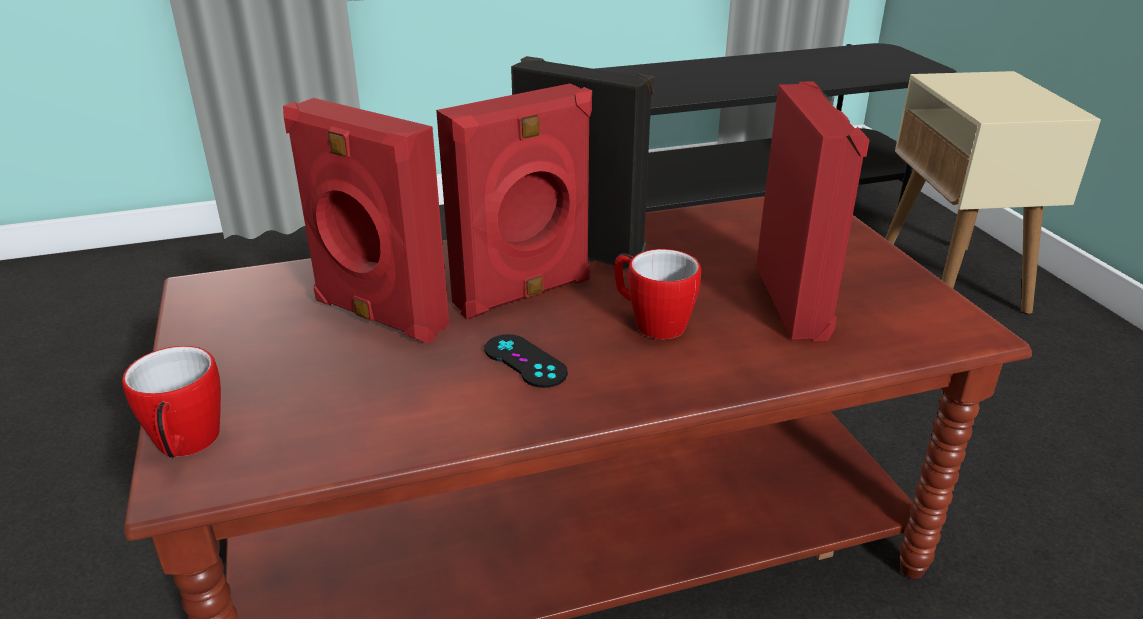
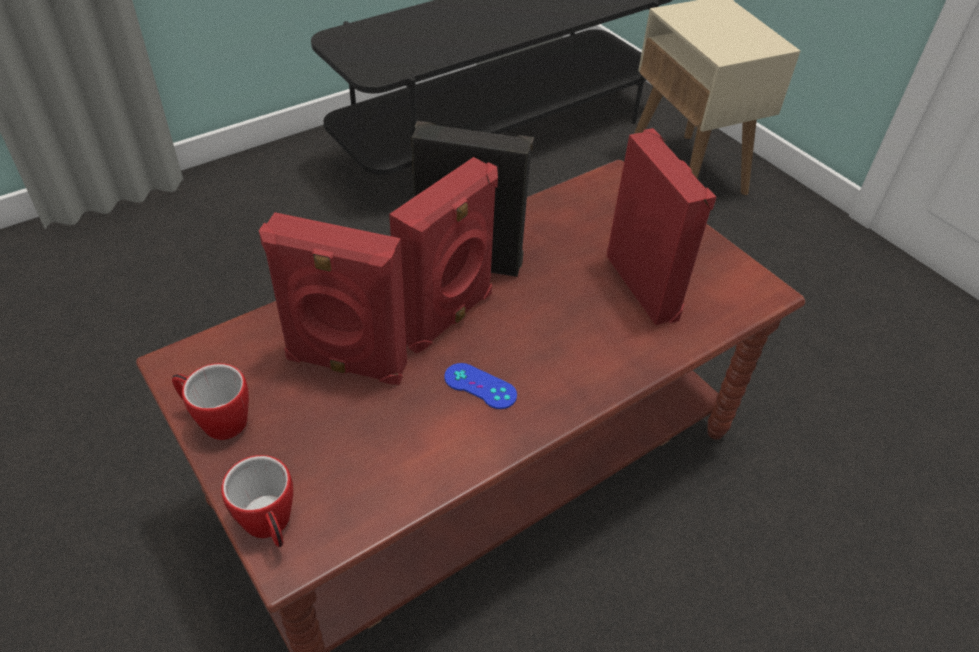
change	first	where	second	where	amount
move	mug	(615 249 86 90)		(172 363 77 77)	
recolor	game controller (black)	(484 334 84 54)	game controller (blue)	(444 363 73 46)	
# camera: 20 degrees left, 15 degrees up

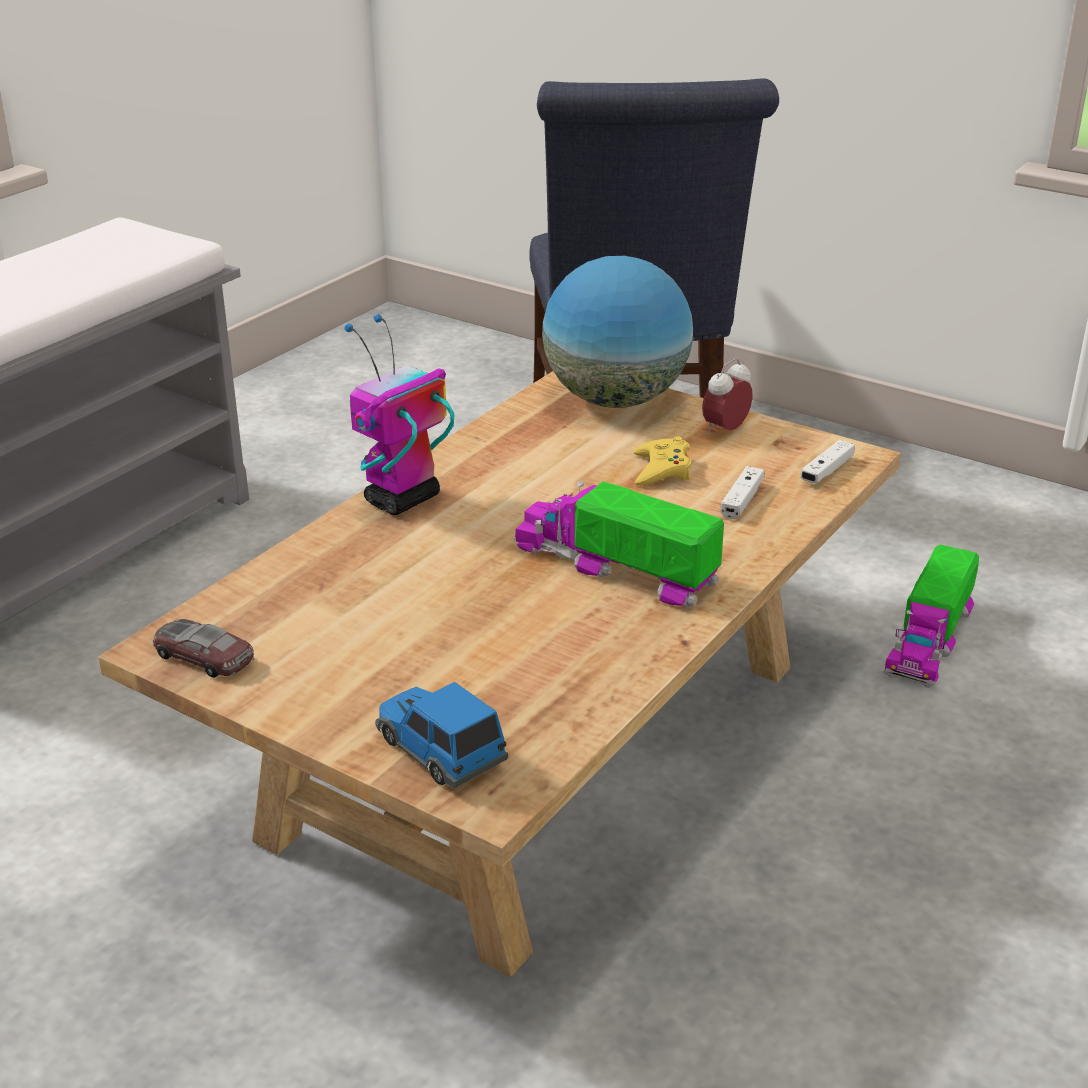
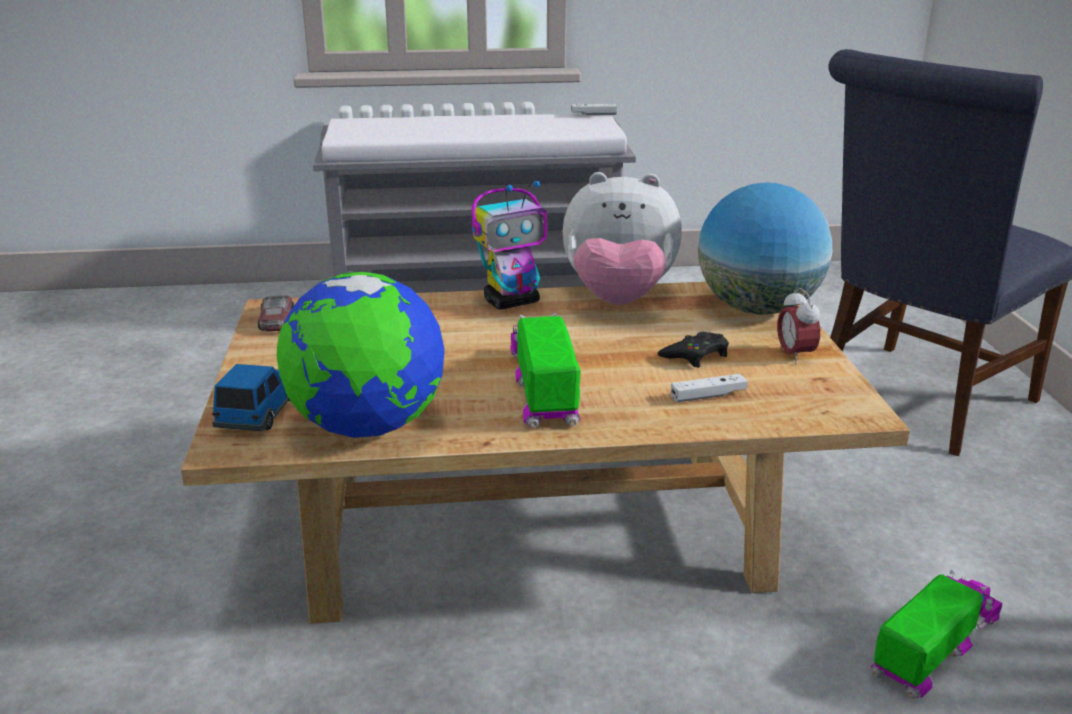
change	first	where	second	where	amount
rotate	toy robot	(344 314 110 201)		(472 180 75 130)	150 degrees clockwise
rotate	alarm clock	(702 358 51 77)		(777 288 43 76)	105 degrees counterclockwise
recolor	game controller (yellow)	(634 436 57 50)	game controller (black)	(658 332 71 36)	
move	game controller (white)	(800 440 55 43)		(571 104 46 11)	
rotate	toy truck	(883 544 96 144)		(871 570 131 129)	150 degrees clockwise
insert			plush toy	(563 172 119 133)	
insert			globe	(277 272 168 166)	
# camera: 50 degrees right, 5 degrees down

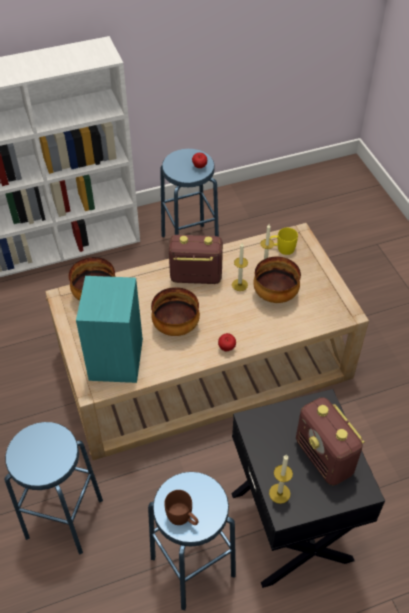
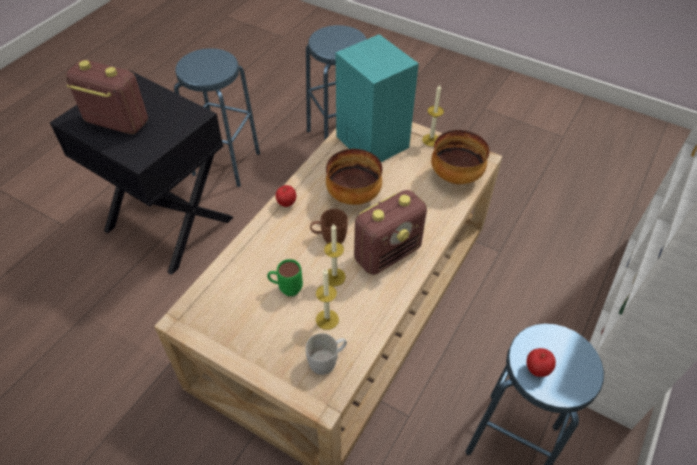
change	first	where	second	where	amount
recolor	mug (yellow)	(270 228 28 27)	mug (white)	(306 333 41 42)	
replace	bowl	(253 257 48 46)	mug (green)	(267 259 36 37)	
move	candle	(269 454 24 50)		(422 85 22 62)	
move	mug (brown)	(164 490 35 35)		(310 209 38 35)	
# camera: 140 degrees right, 0 degrees up

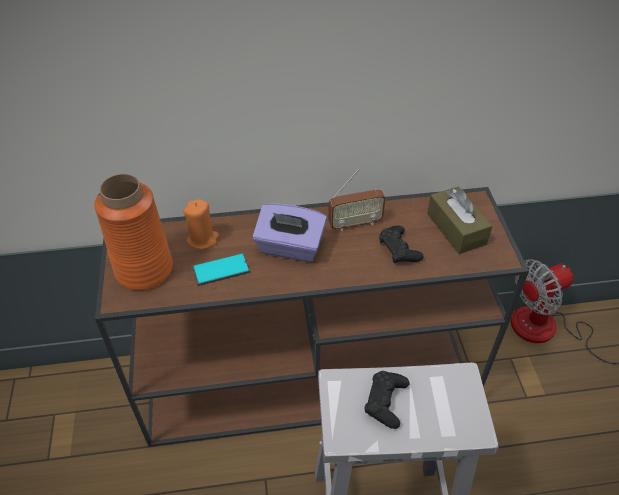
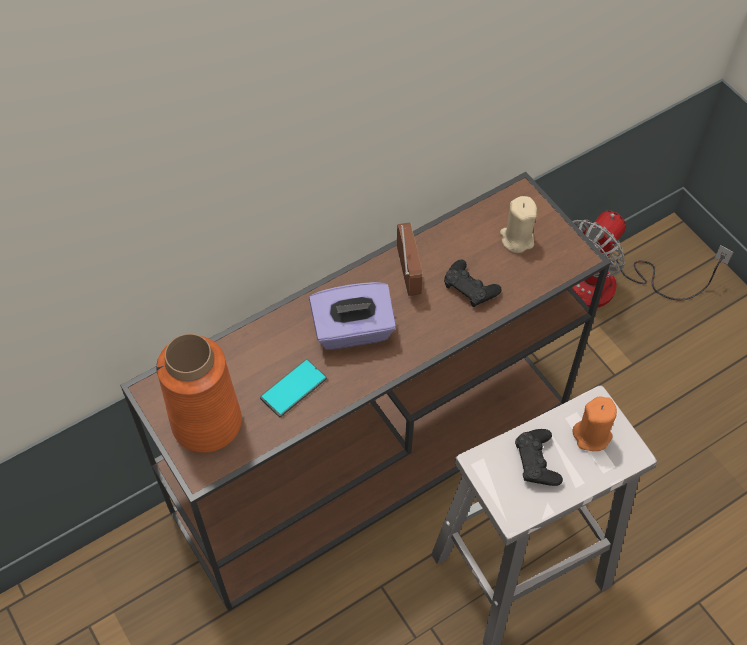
change	first	where	second	where	amount
rotate	radio	(328 169 58 62)		(397 223 26 73)	60 degrees counterclockwise
replace	tissue box (brown)	(427 186 65 68)	candle (beige)	(500 196 37 57)	
move	candle (orange)	(183 199 36 50)		(572 396 45 55)	
# camera: 25 degrees left, 10 degrees up

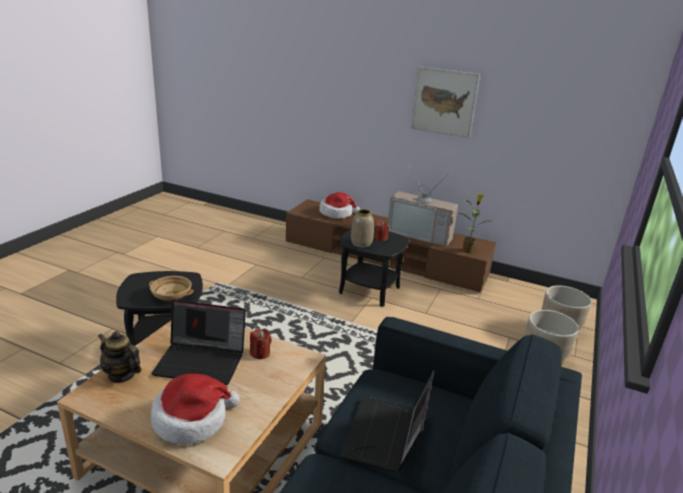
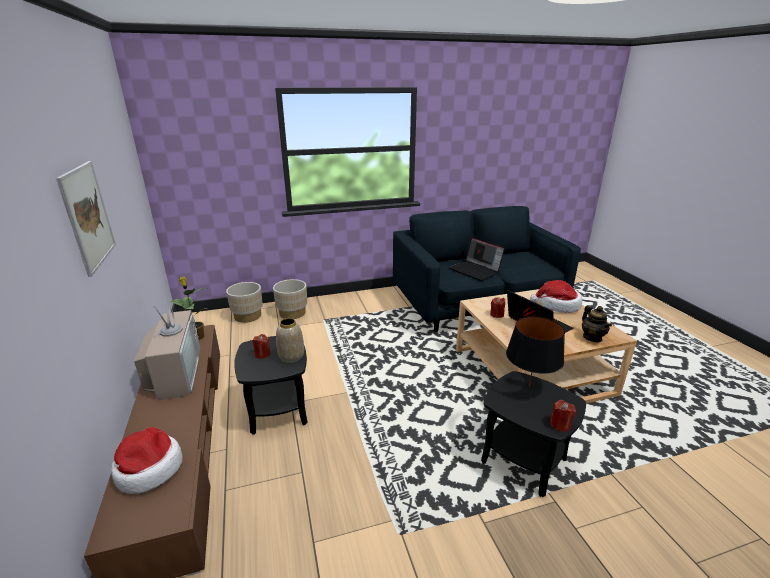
change	first	where	second	where	amount
replace	bowl (beige)	(149 276 44 25)	table lamp (black)	(506 316 59 70)	
rotate	laptop	(340 371 94 101)		(449 237 56 44)	75 degrees clockwise
insert			candle (red)	(550 400 26 32)	
# camera: 130 degrees left, 0 degrees up

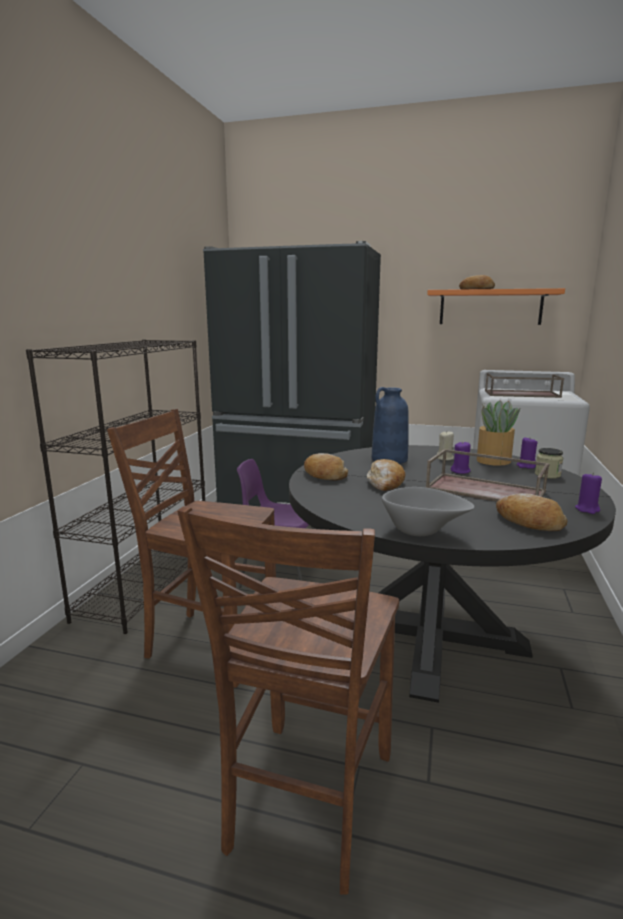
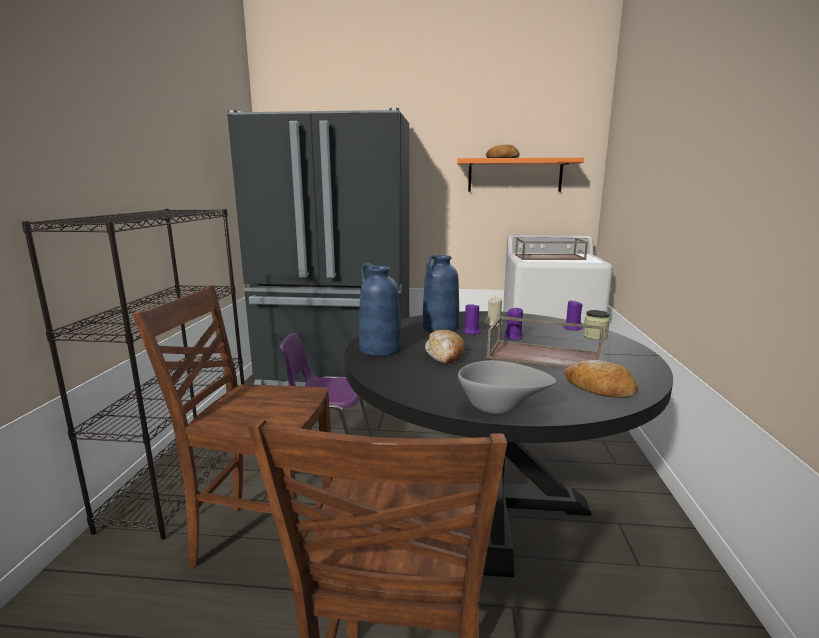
change	first	where	second	where	amount
delete	potted plant	(477 400 43 66)			
replace	bread	(304 453 44 27)	vase (blue)	(359 262 42 94)	
move	candle (purple)	(575 473 27 41)		(463 304 18 31)	
# camera: 10 degrees left, 0 degrees up

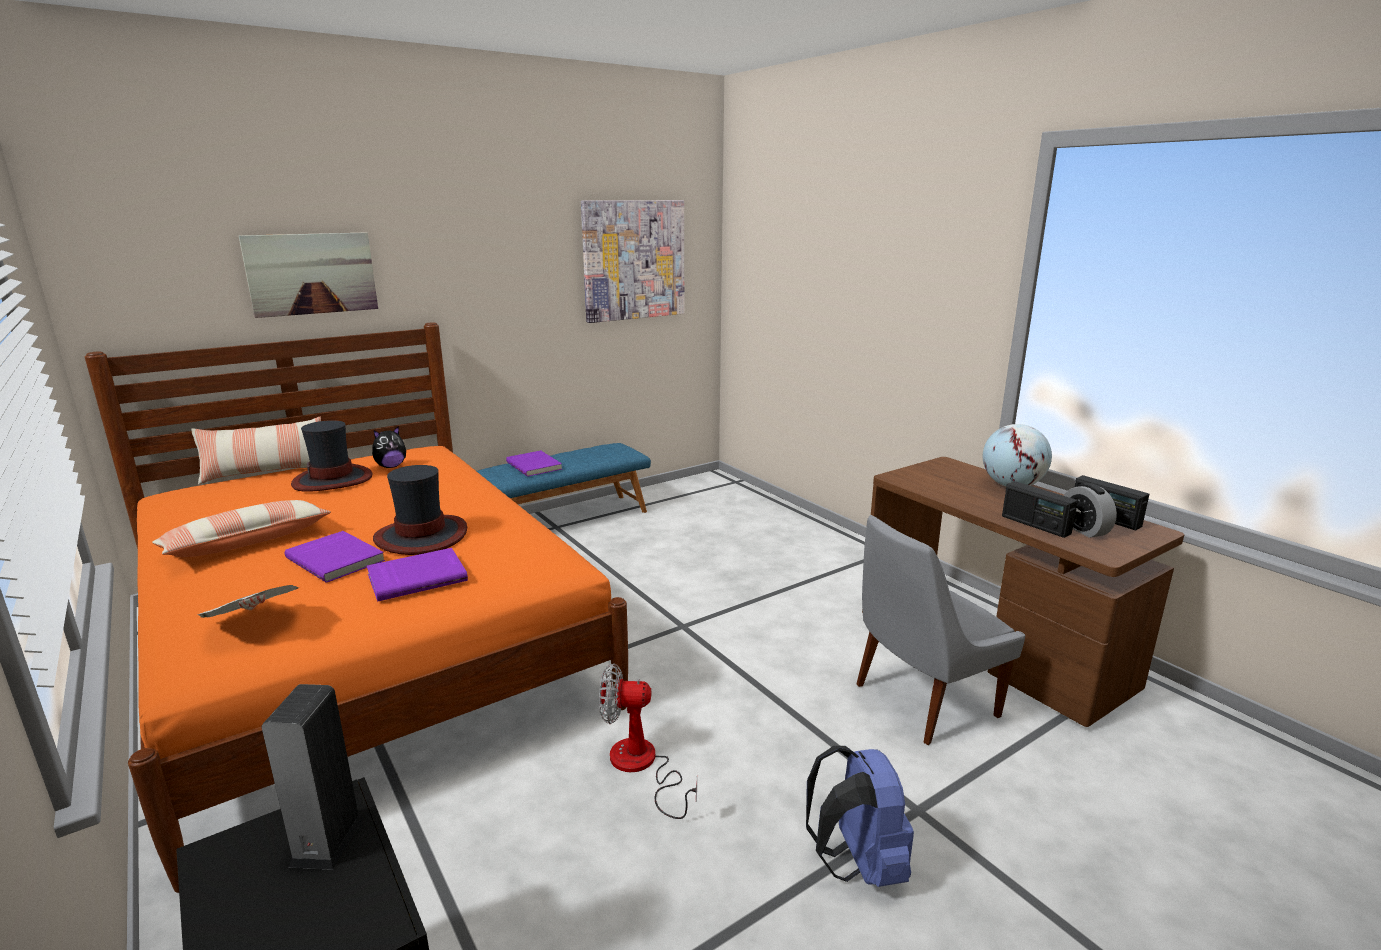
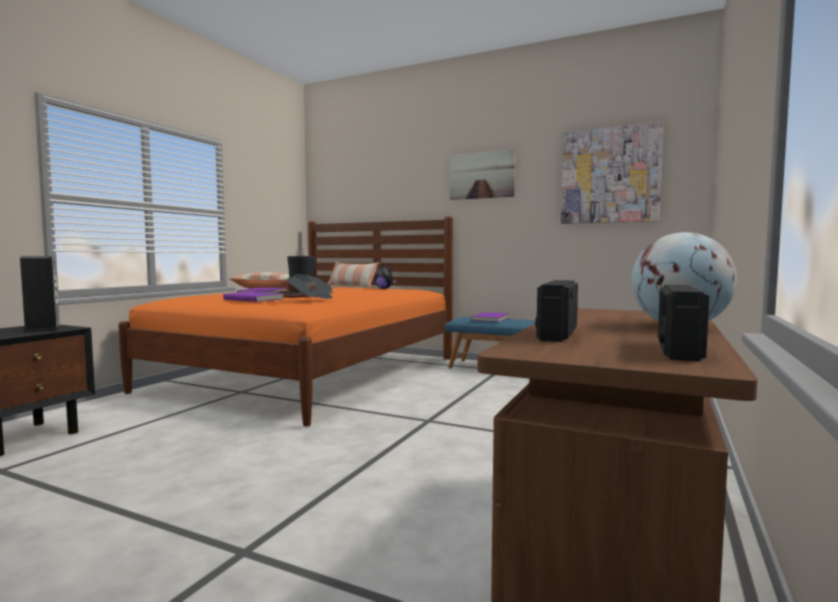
change	first	where	second	where	amount
move	picture	(239 232 139 86)		(450 149 65 51)	
delete	hat	(291 420 81 72)			
delete	alarm clock	(1064 483 53 55)			
delete	chair (grey)	(857 515 169 230)			
move	newspaper	(197 585 102 33)		(287 274 46 25)	
delete	fan	(599 663 98 156)			
delete	backpack (blue)	(806 746 108 141)			
# camera: 60 degrees right, 15 degrees down

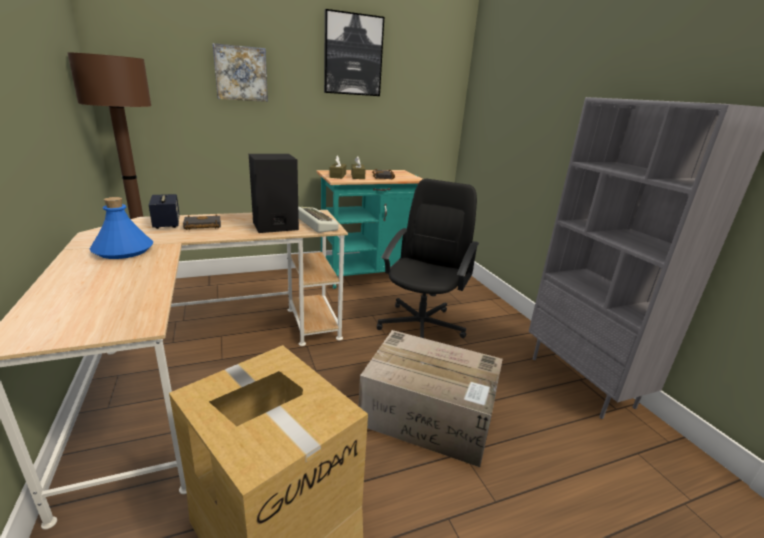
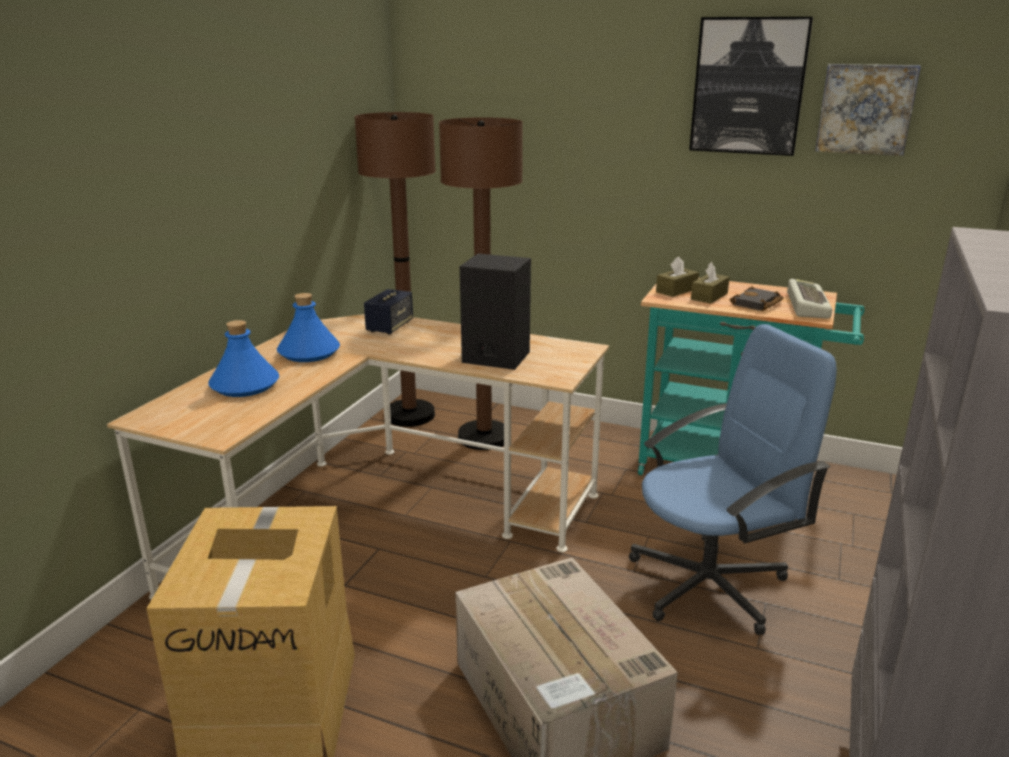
change	first	where	second	where	amount
move	picture	(213 43 55 59)		(815 64 106 92)	
recolor	office chair (black)	(377 179 102 159)	office chair (blue)	(629 324 208 311)	
move	keyboard	(298 207 41 26)		(787 279 45 40)	
delete	book (black)	(183 214 38 16)			
insert			floor lamp (brown)	(439 117 84 333)	
insert			bottle (blue)	(208 320 71 77)	
# camera: 45 degrees right, 0 degrees up

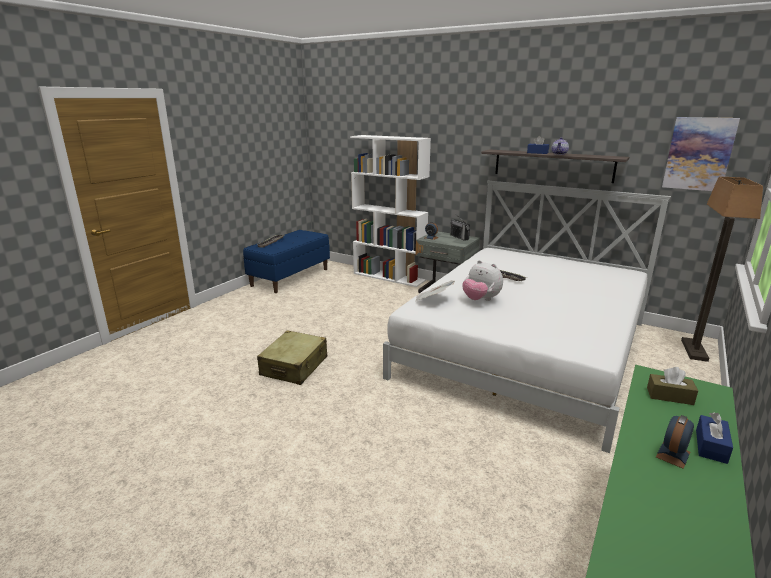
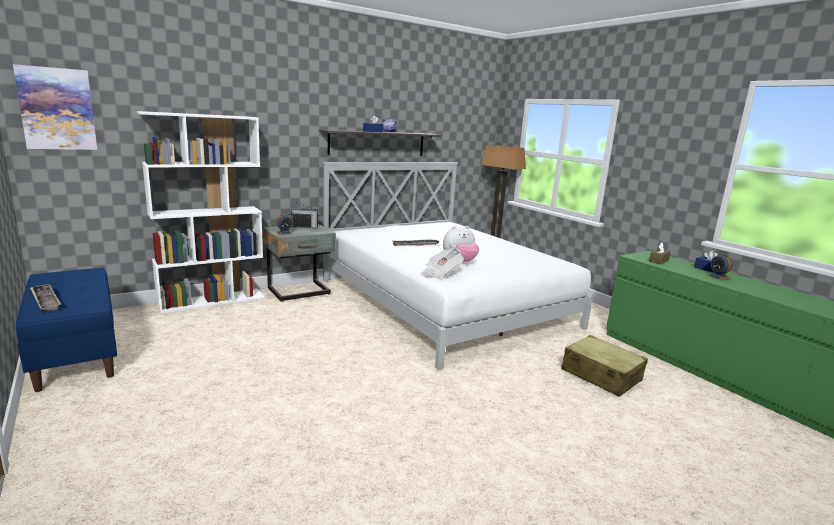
change	first	where	second	where	amount
move	picture	(662 117 78 74)		(13 64 84 86)	
move	suitcase (beige)	(257 330 70 55)		(561 335 87 62)	
# camera: 65 degrees left, 5 degrees down

